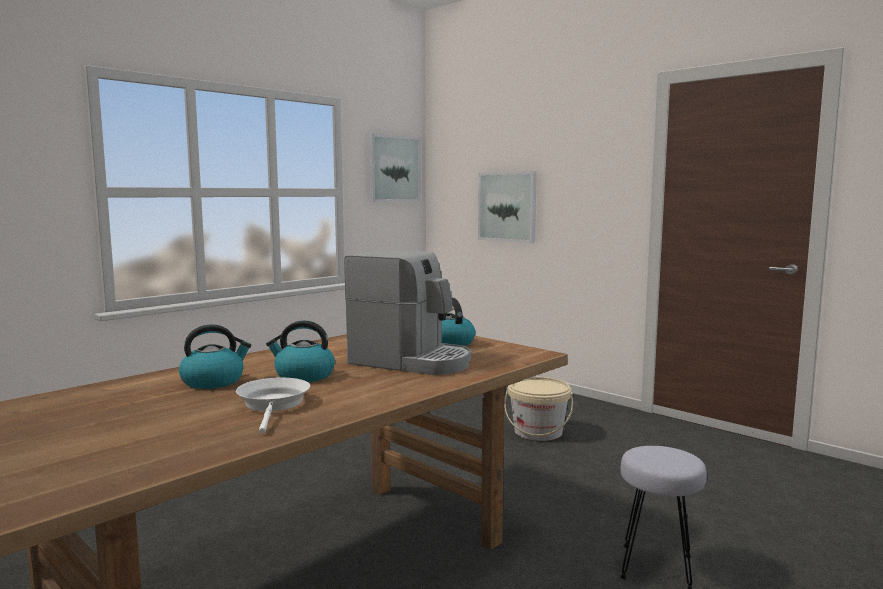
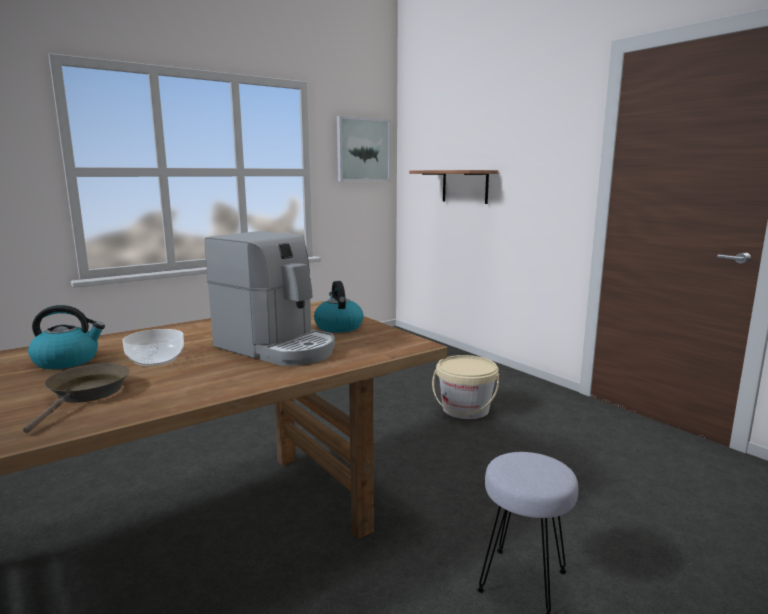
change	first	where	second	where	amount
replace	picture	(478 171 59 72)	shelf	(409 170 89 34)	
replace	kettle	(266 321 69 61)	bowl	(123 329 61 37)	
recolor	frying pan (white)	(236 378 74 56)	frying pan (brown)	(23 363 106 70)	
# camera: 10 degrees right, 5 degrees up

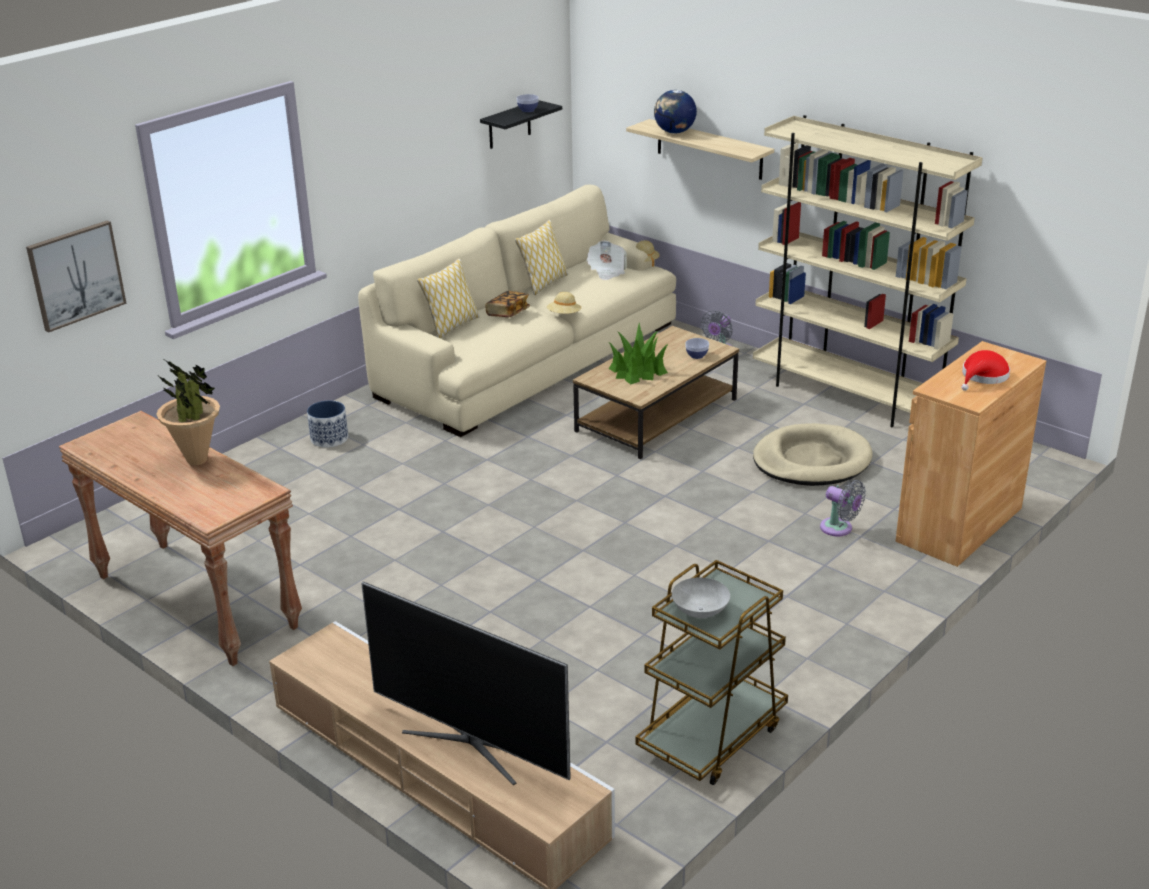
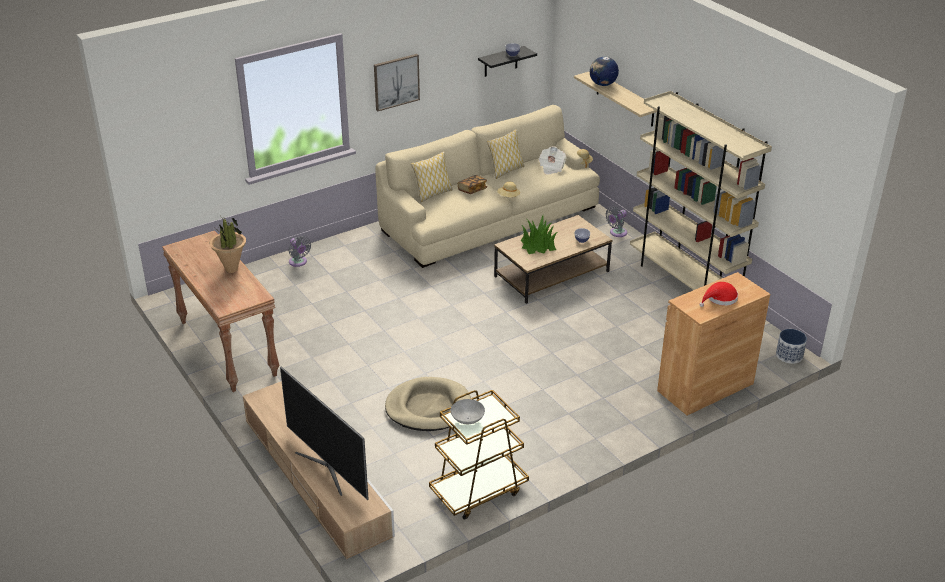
change	first	where	second	where	amount
move	picture	(26 221 101 111)		(374 54 46 57)	
move	planter	(307 400 41 48)		(776 329 31 35)	
move	dog bed (beige)	(753 423 119 63)		(385 377 86 54)	
move	fan (grey)	(820 480 46 56)		(288 236 23 31)	
# camera: 15 degrees right, 5 degrees up

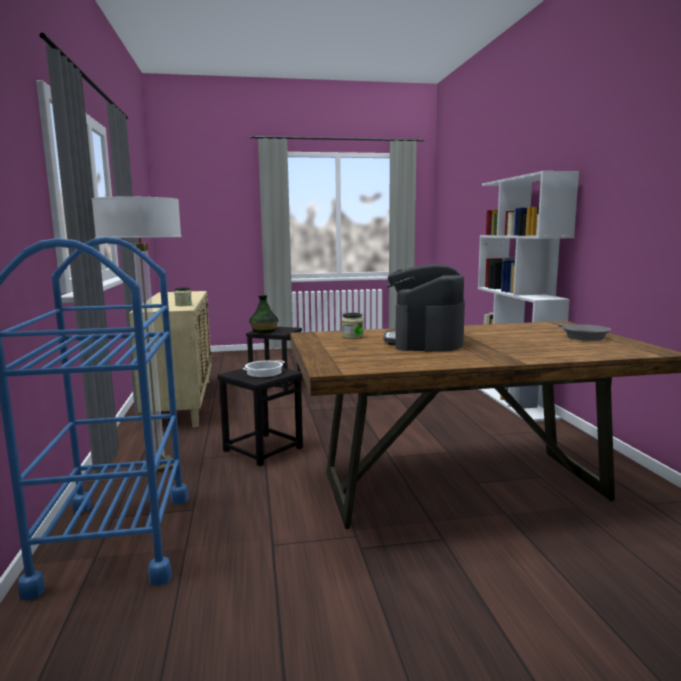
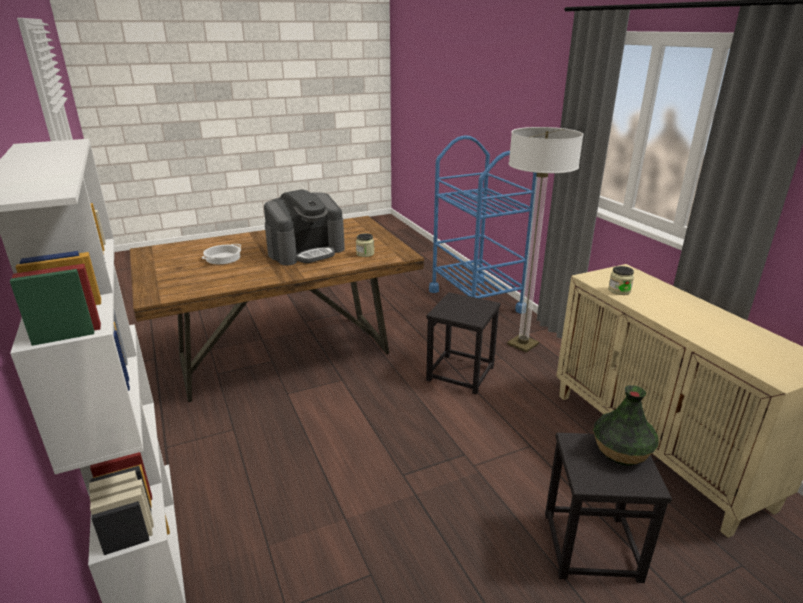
change	first	where	second	where	amount
rotate	coffee machine	(383 264 82 88)		(264 189 81 77)	60 degrees clockwise
delete	frying pan (grey)	(558 324 53 17)			
move	cooking pot	(243 360 42 17)		(201 244 40 20)	
# camera: 165 degrees right, 15 degrees up

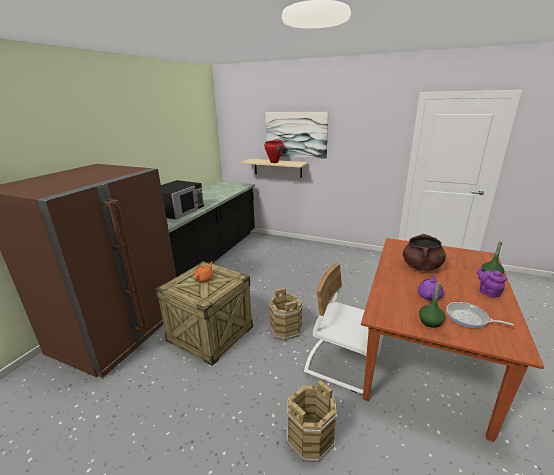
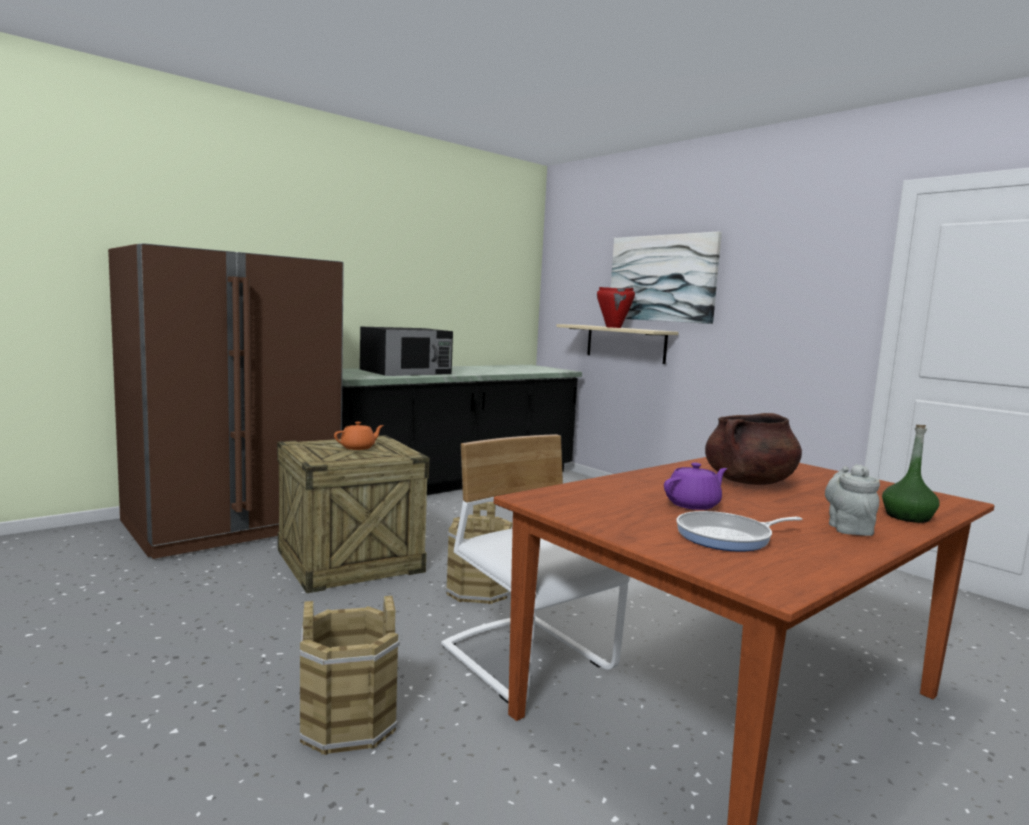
change	first	where	second	where	amount
recolor	teapot (purple)	(477 267 29 31)	teapot (grey)	(825 464 55 72)	
delete	bottle (green)	(419 282 26 46)			
rotate	frying pan	(446 302 68 26)		(676 511 126 41)	75 degrees counterclockwise
# camera: 25 degrees right, 15 degrees down

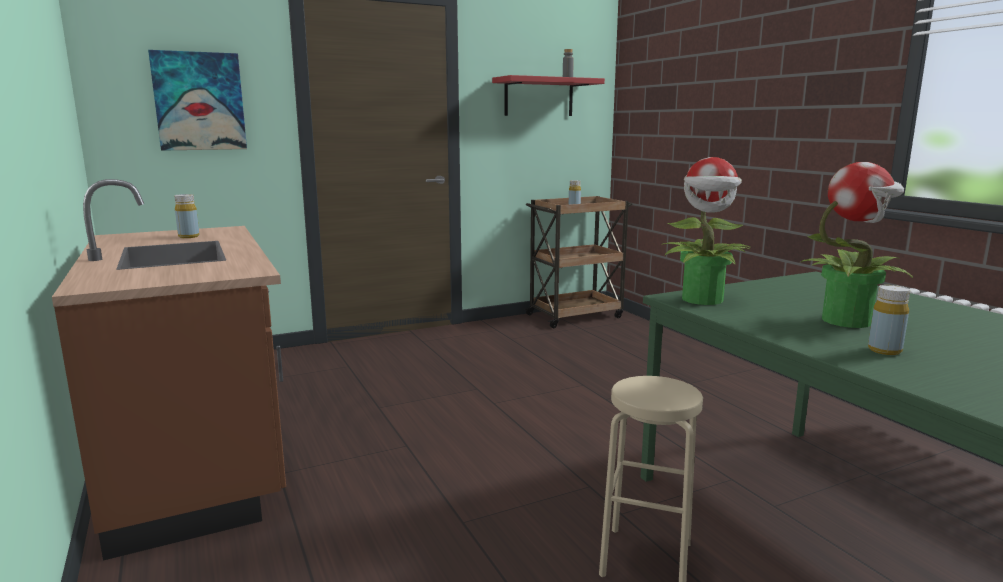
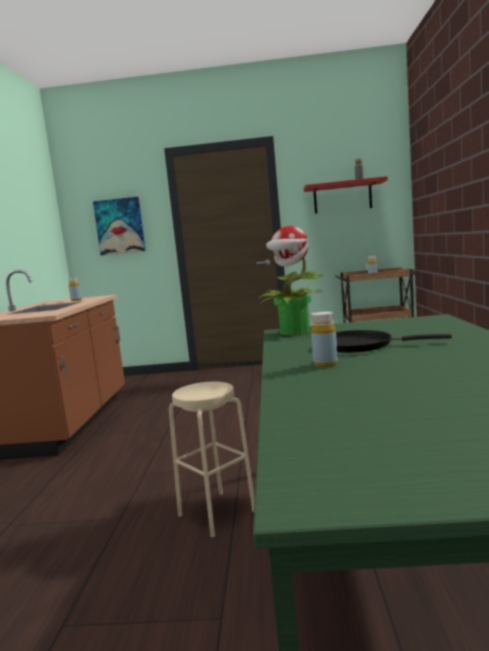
change	first	where	second	where	amount
replace	potted plant	(801 162 112 166)	frying pan (black)	(336 330 116 23)	
# camera: 30 degrees right, 5 degrees down

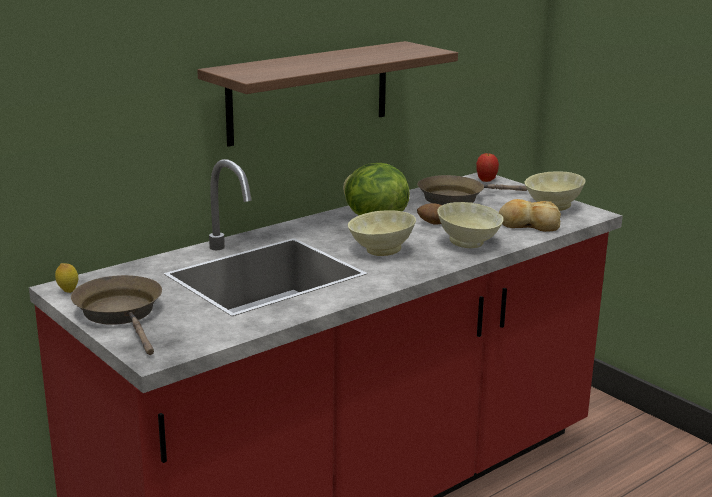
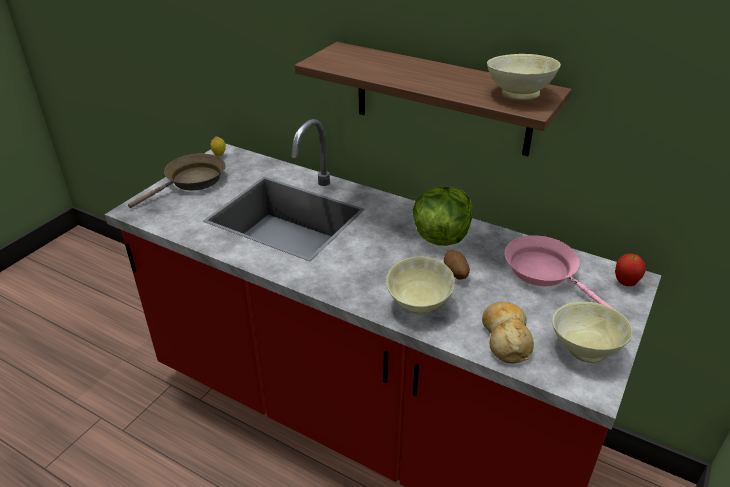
change	first	where	second	where	amount
recolor	frying pan (brown)	(417 175 110 30)	frying pan (pink)	(505 235 109 74)	
move	bowl (beige)	(348 210 68 46)		(487 54 74 46)	
# camera: 70 degrees right, 15 degrees up

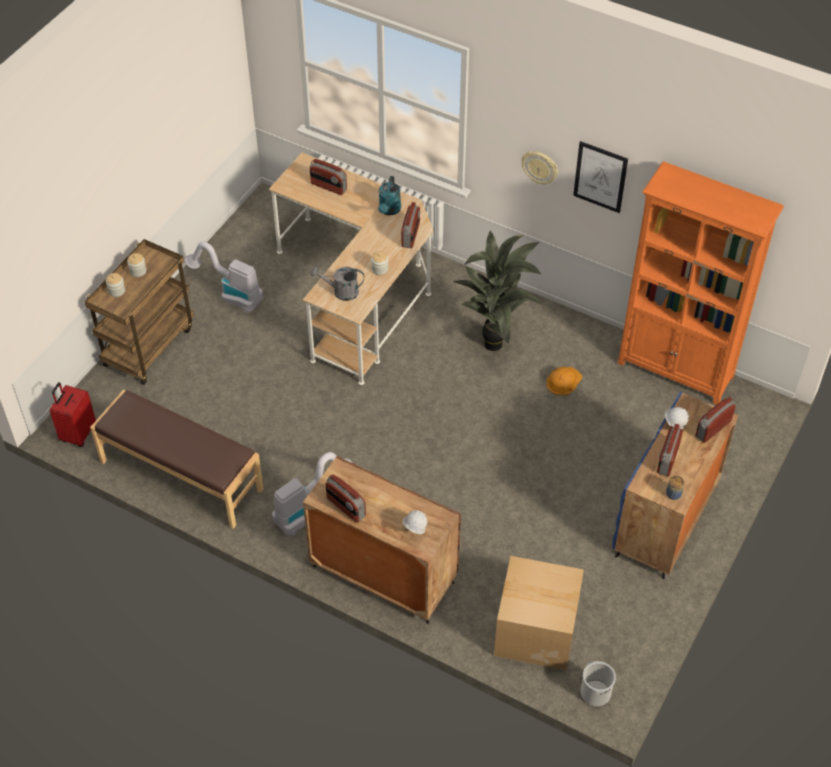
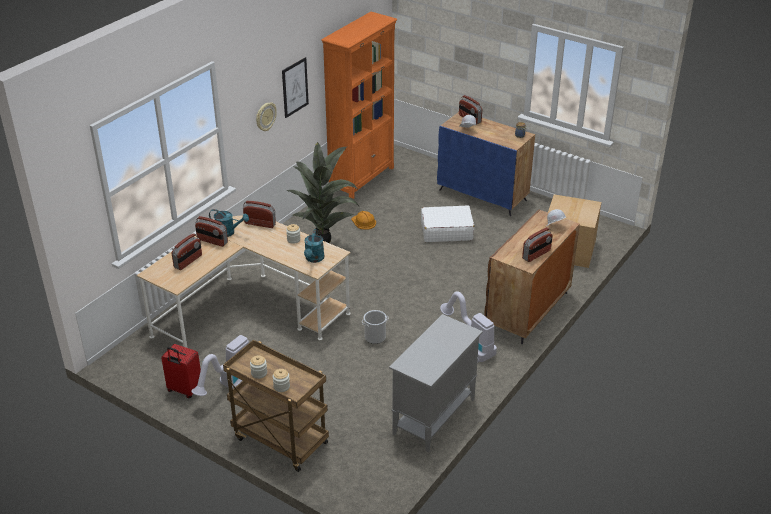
change	first	where	second	where	amount
recolor	watering can (grey)	(311 266 53 35)	watering can (turquoise)	(304 229 21 34)	
move	suitcase (red)	(50 382 46 65)		(161 344 40 54)	
replace	bench (brown)	(90 390 174 139)	cabinet (grey)	(389 314 94 138)	
move	radio	(657 424 26 52)		(195 216 33 31)	
move	bucket	(581 661 35 45)		(362 310 27 34)	
insert			suitcase (white)	(421 205 53 37)	
# camera: 85 degrees left, 15 degrees down

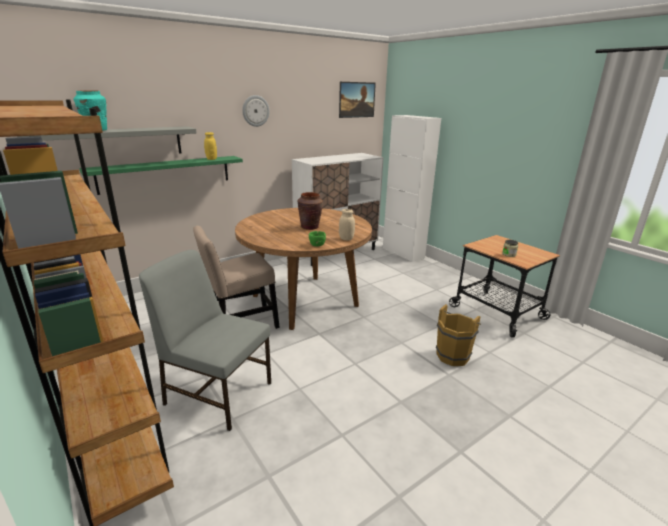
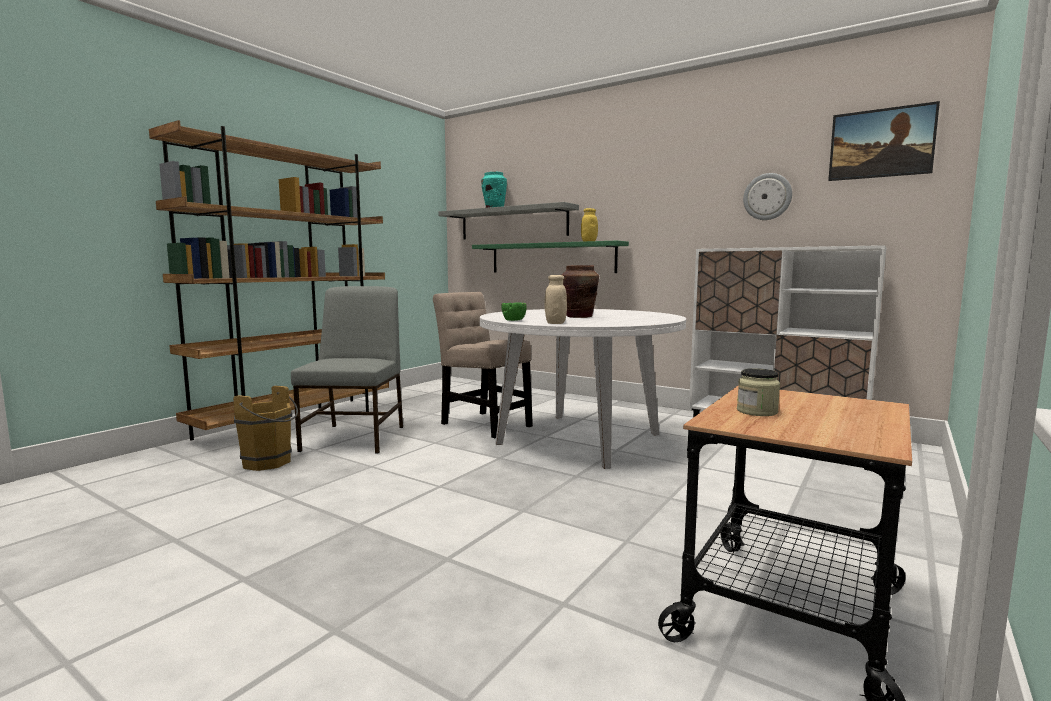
change	first	where	second	where	amount
move	wall clock	(242 95 28 32)		(743 173 49 47)	
delete	cabinet (white)	(383 115 58 147)			
recolor	dining table (brown)	(235 208 137 122)	dining table (white)	(480 309 206 160)	
move	bucket (brown)	(436 304 45 62)		(233 386 65 85)	
# camera: 70 degrees right, 15 degrees down

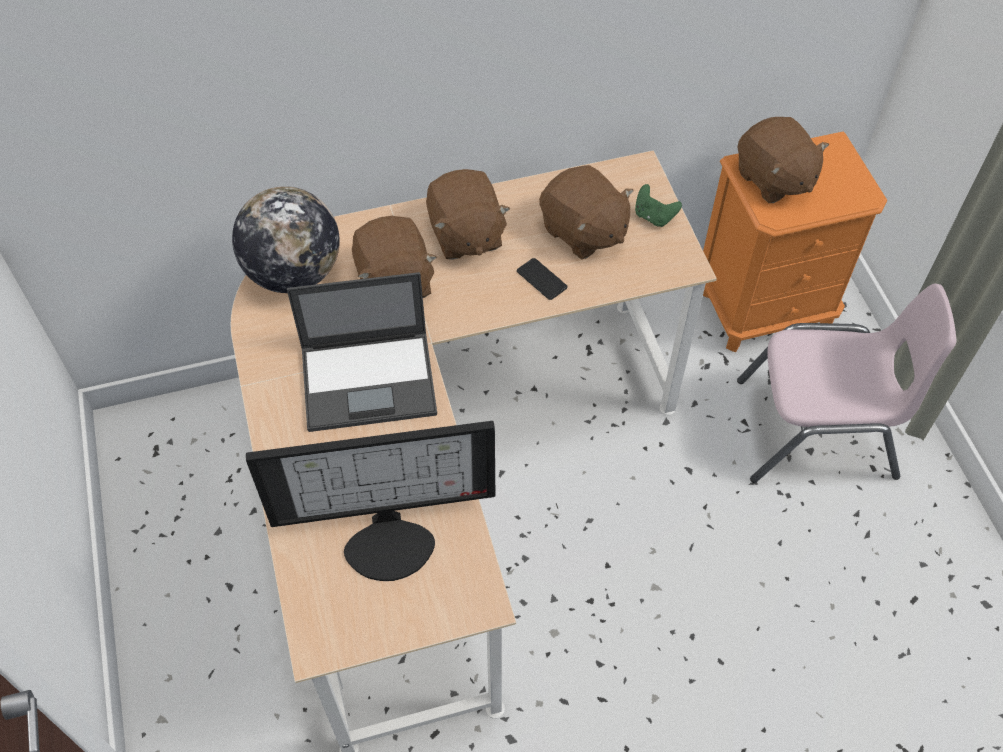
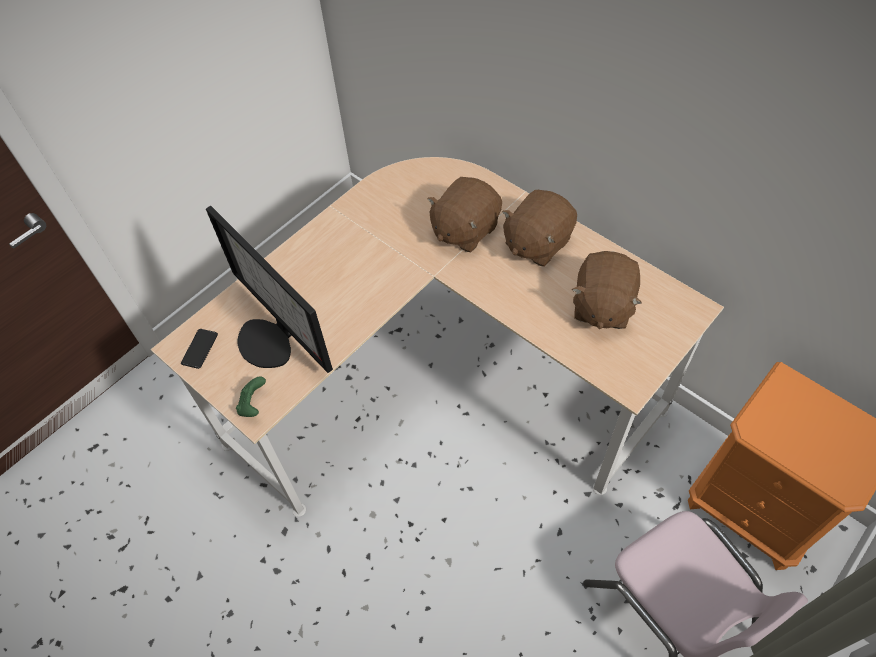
change	first	where	second	where	amount
delete	plush toy (brown)	(737 117 92 86)			
move	game controller (green)	(635 184 47 43)		(236 376 30 41)	
delete	globe	(232 186 108 107)			
move	phone	(517 258 51 42)		(181 329 37 40)	
delete	laptop	(287 272 150 160)			
# camera: 60 degrees right, 0 degrees up

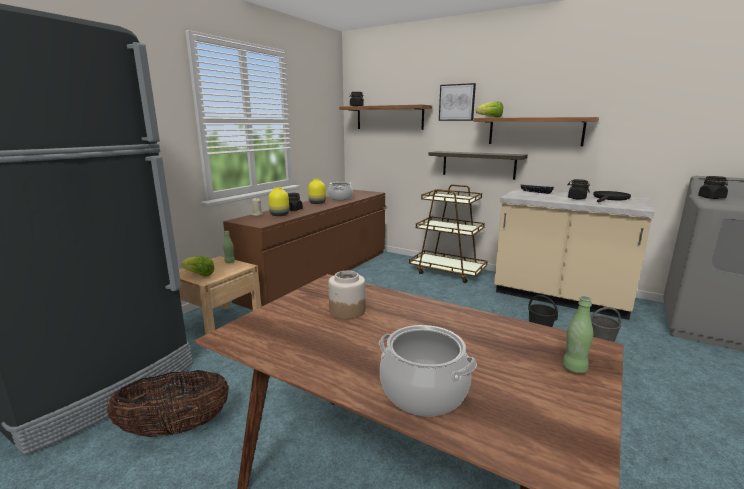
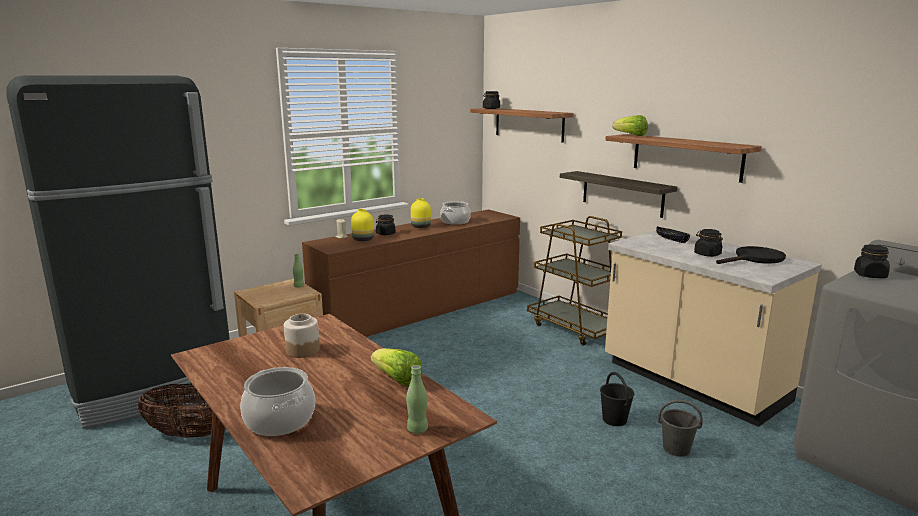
change	first	where	second	where	amount
delete	picture	(439 83 37 38)			
move	lettuce	(181 256 34 20)		(371 348 51 38)	
# camera: 20 degrees right, 0 degrees up

